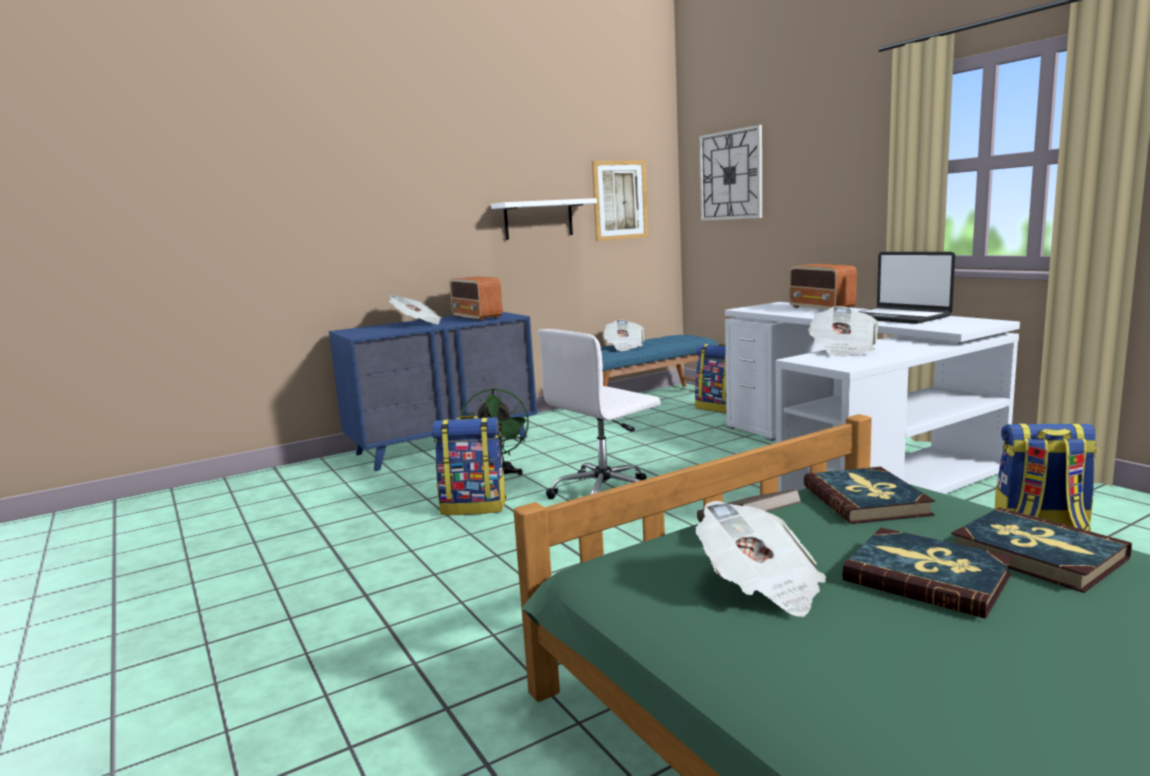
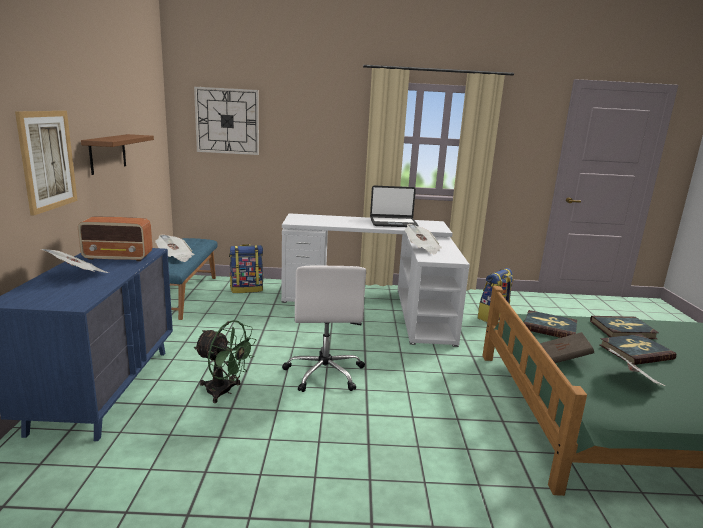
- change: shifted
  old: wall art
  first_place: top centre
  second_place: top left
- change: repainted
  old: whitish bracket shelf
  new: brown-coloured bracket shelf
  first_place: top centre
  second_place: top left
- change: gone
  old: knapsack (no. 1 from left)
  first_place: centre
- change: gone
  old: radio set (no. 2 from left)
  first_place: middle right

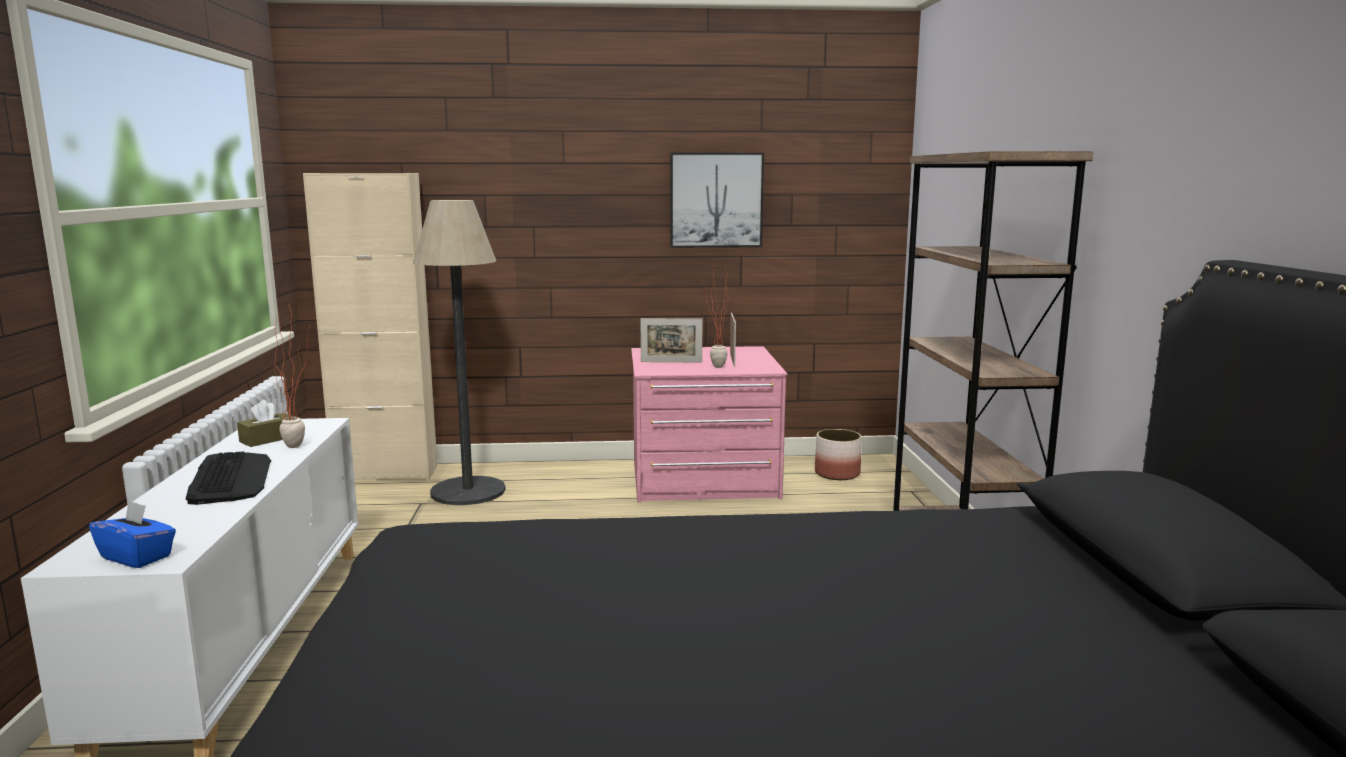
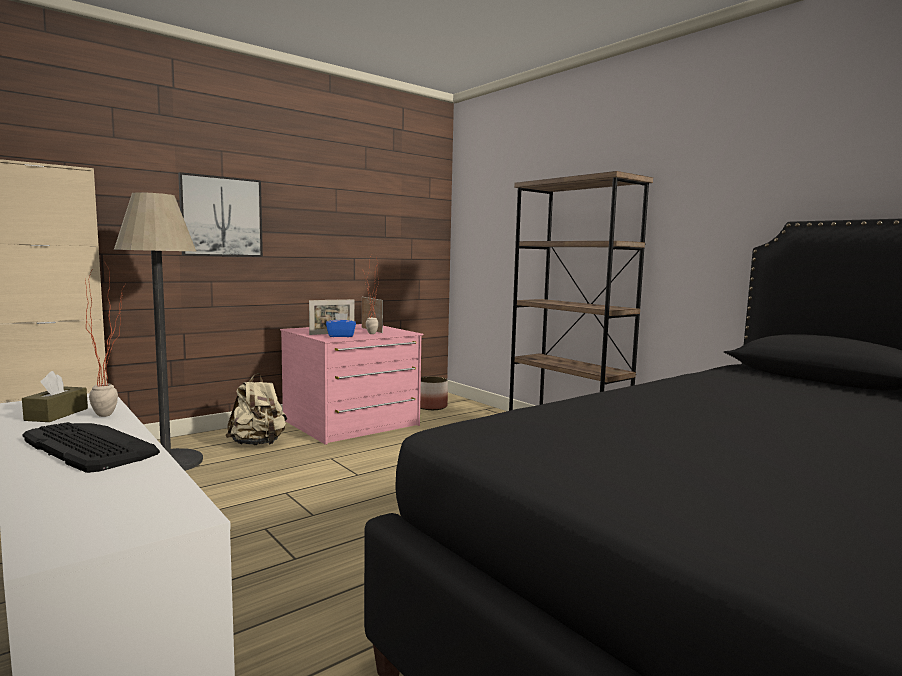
- change: shifted
  old: wall art
  first_place: top centre
  second_place: top left
- change: new
  new: beige-coloured knapsack
  second_place: middle left
- change: shifted
  old: bluish tissue holder
  first_place: bottom left
  second_place: centre

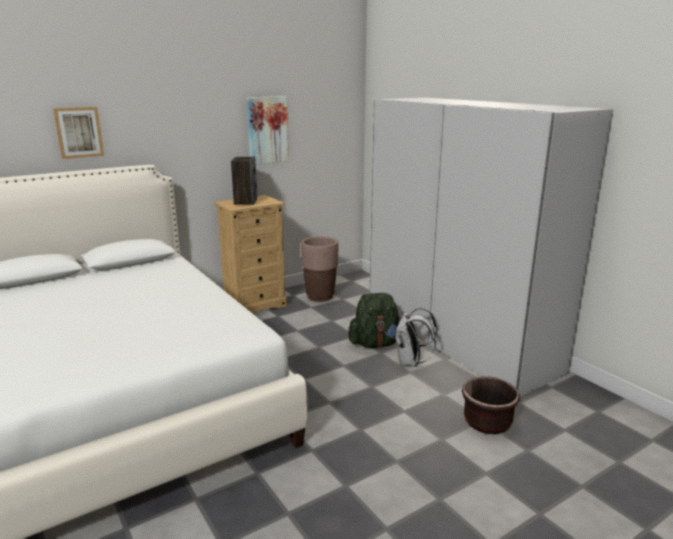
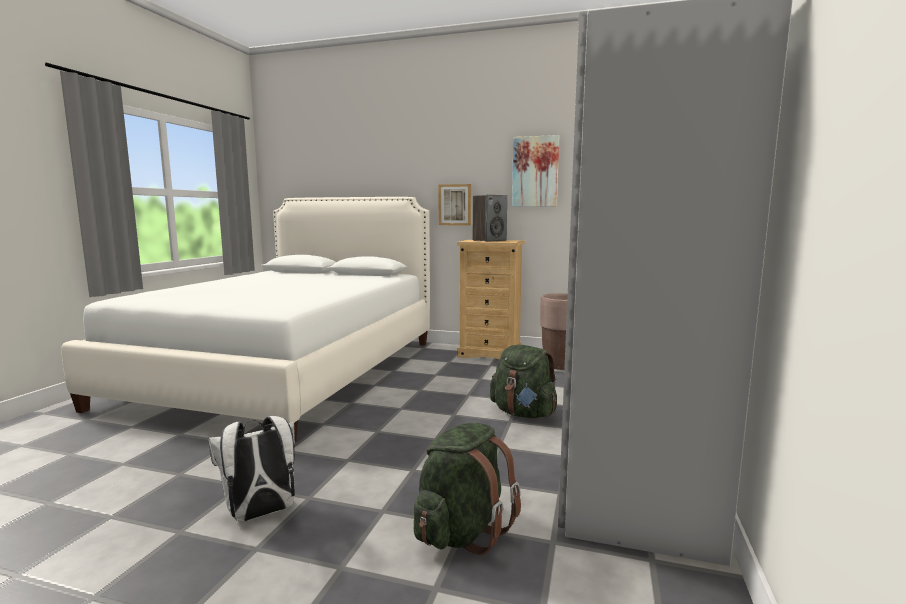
- change: shifted
  old: whitish knapsack
  first_place: centre
  second_place: bottom left
- change: swapped
  old: brown-coloured plant pot (no. 2 from left)
  new: green knapsack (no. 1 from left)
  first_place: bottom right
  second_place: bottom centre
- change: shifted
  old: wall art (no. 1 from left)
  first_place: top left
  second_place: centre

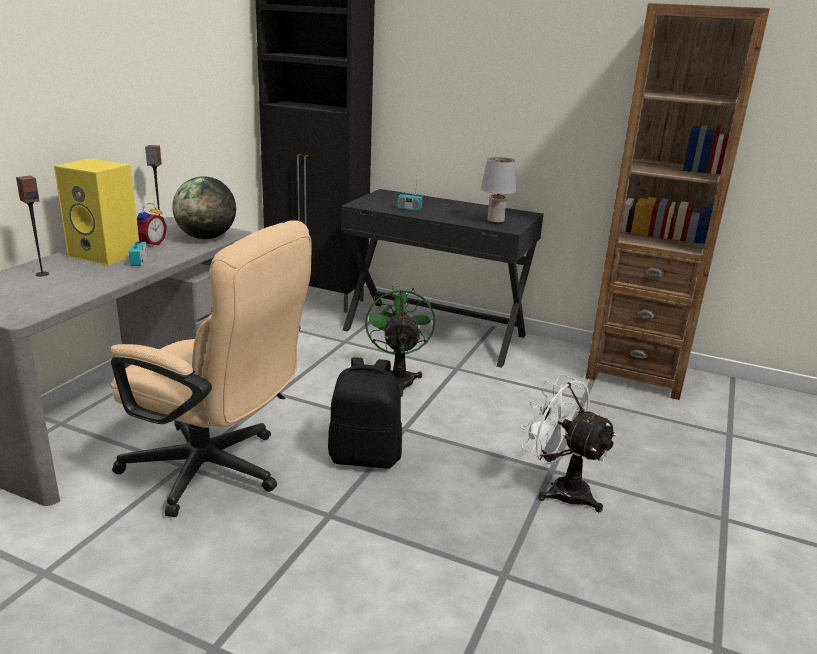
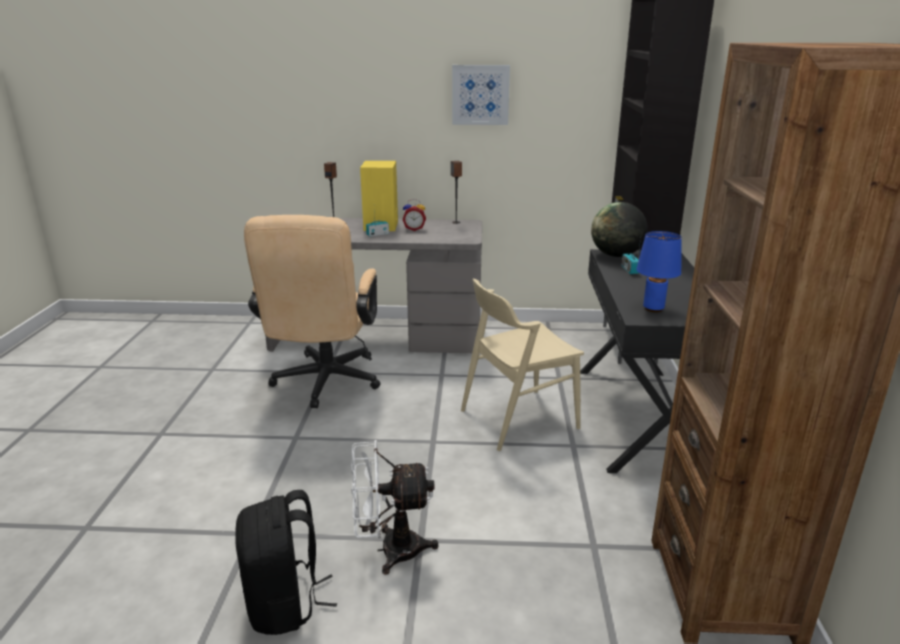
- change: shifted
  old: black knapsack
  first_place: centre
  second_place: bottom left
- change: rotated
  old: whitish cooling fan
  first_place: bottom right
  second_place: bottom centre
  degrees: -120
- change: new
  new: wall art
  second_place: top centre
- change: swapped
  old: green cooling fan
  new: beige-coloured upright chair
  first_place: centre
  second_place: centre
- change: shifted
  old: world globe
  first_place: top left
  second_place: middle right
- change: repainted
  old: greyish table lamp
  new: bluish table lamp
  first_place: top centre
  second_place: middle right

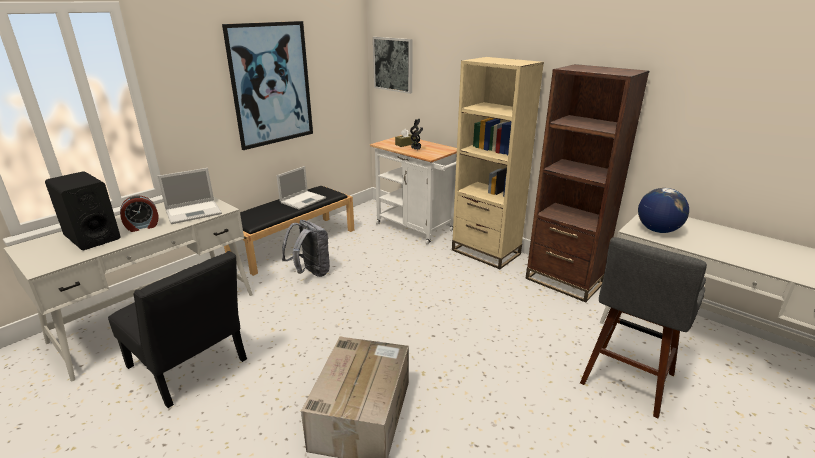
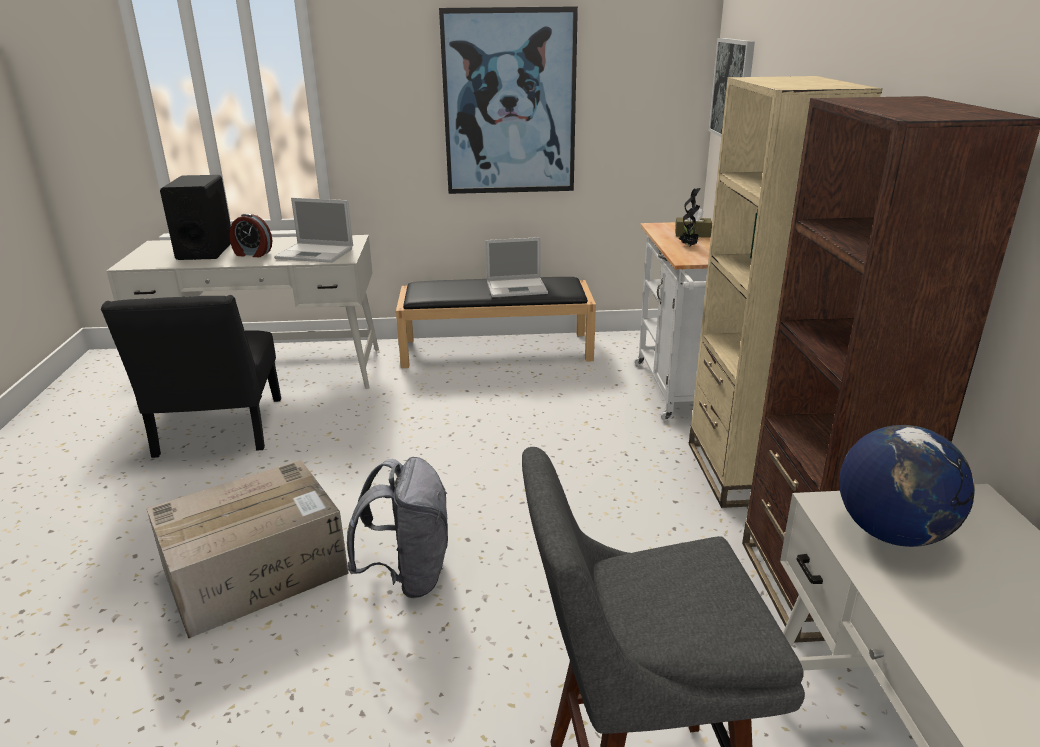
- change: shifted
  old: greyish knapsack
  first_place: centre
  second_place: bottom centre

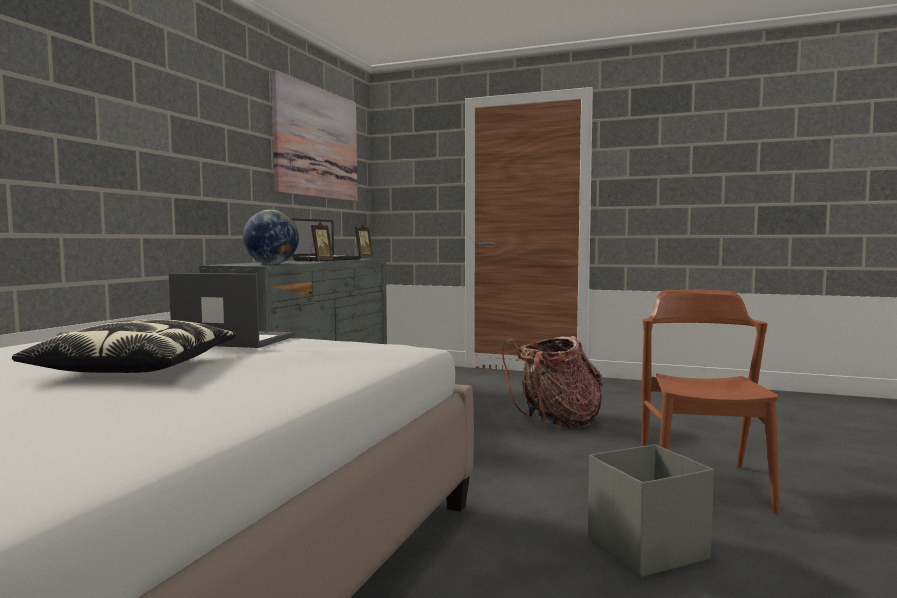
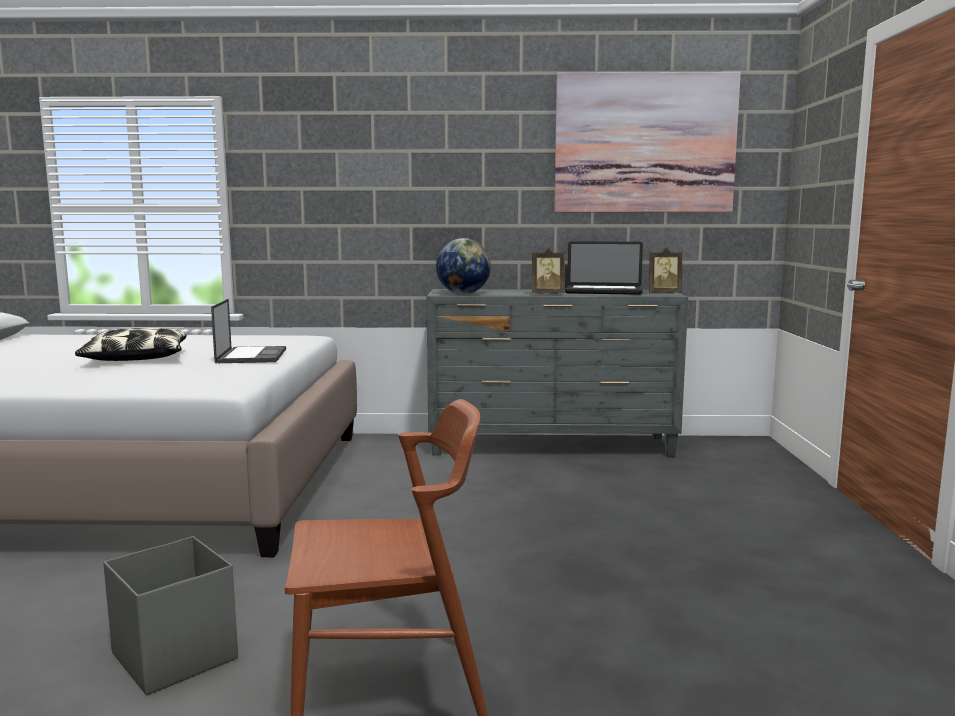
- change: gone
  old: knapsack
  first_place: centre

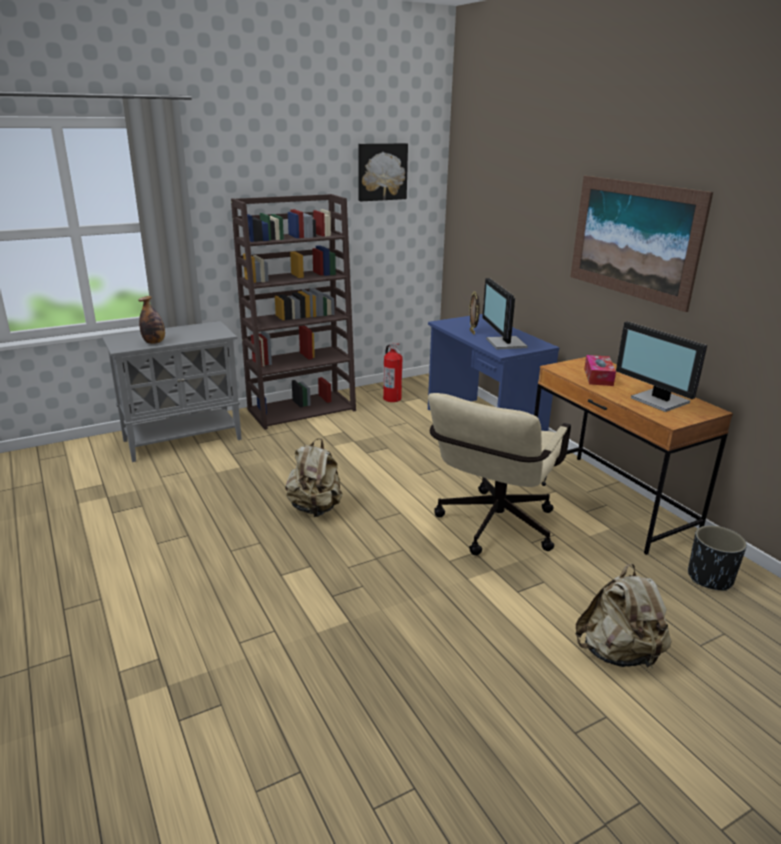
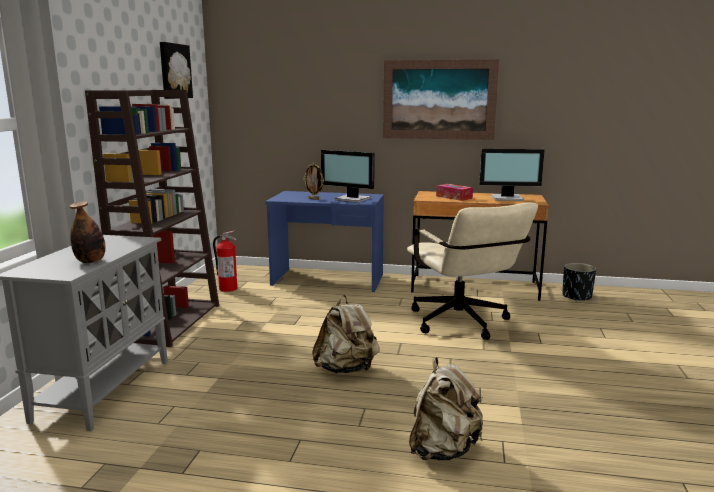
- change: shifted
  old: beige-coloured knapsack (no. 2 from left)
  first_place: bottom right
  second_place: bottom centre

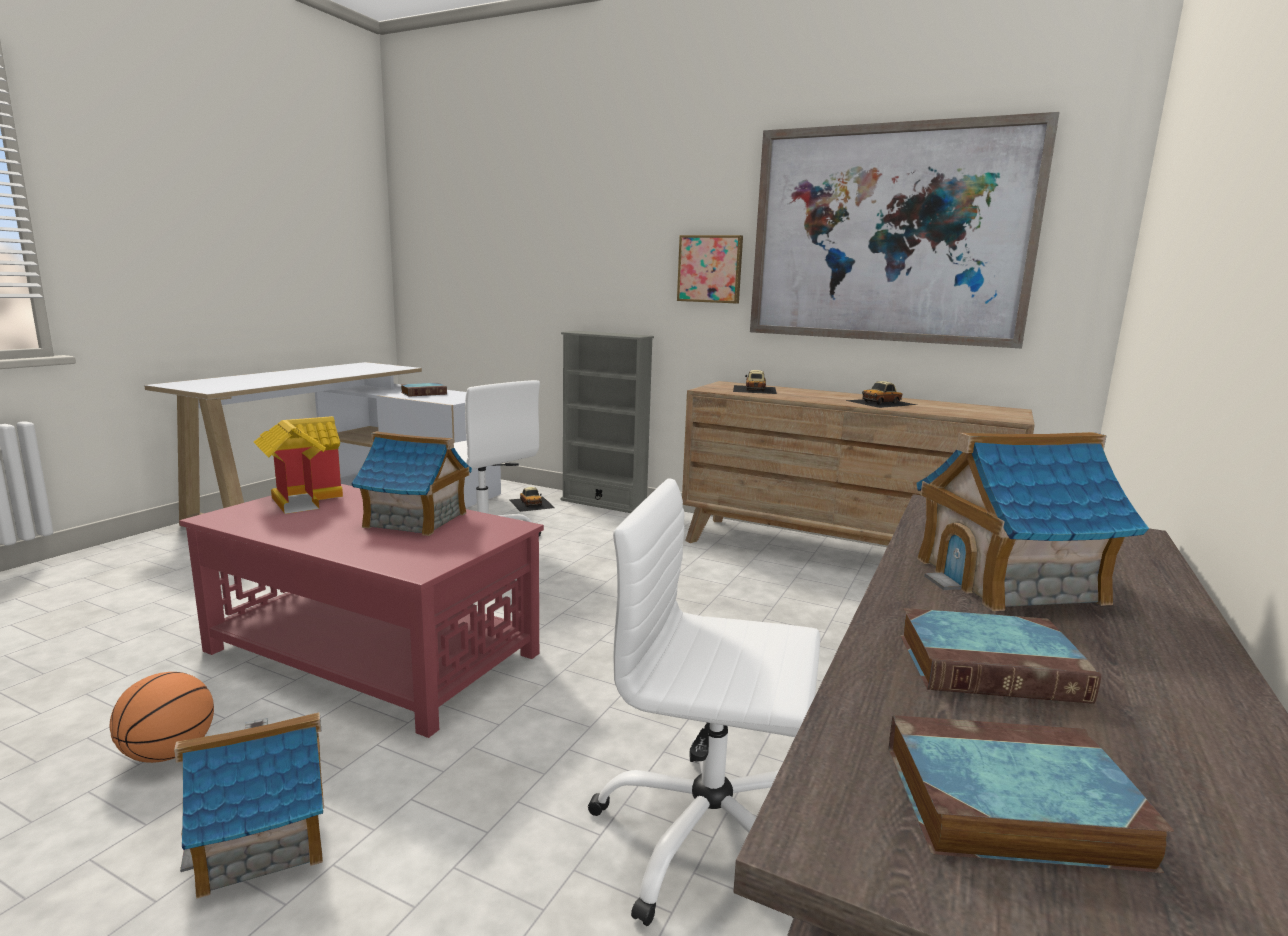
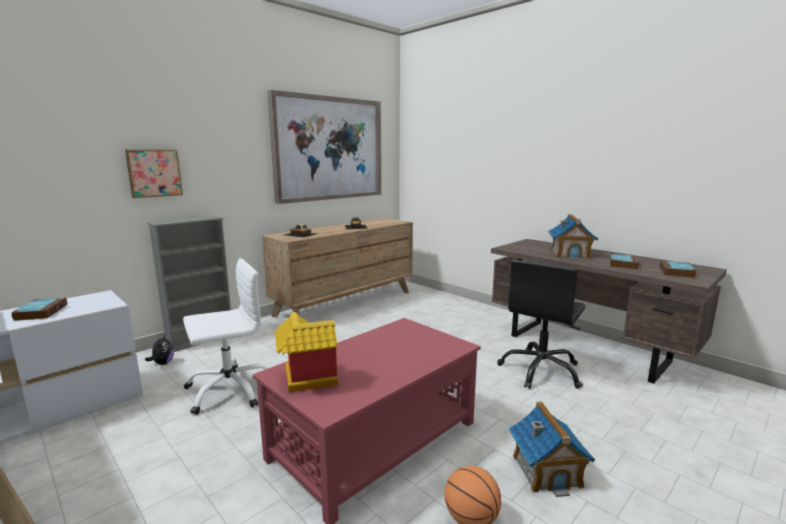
- change: shifted
  old: wall art (no. 1 from left)
  first_place: top centre
  second_place: top left
- change: swapped
  old: miniature car (no. 1 from left)
  new: cuddly toy
  first_place: centre
  second_place: middle left
- change: repainted
  old: whitish office chair (no. 2 from left)
  new: black office chair
  first_place: bottom centre
  second_place: middle right
- change: gone
  old: miniature house (no. 3 from left)
  first_place: middle left

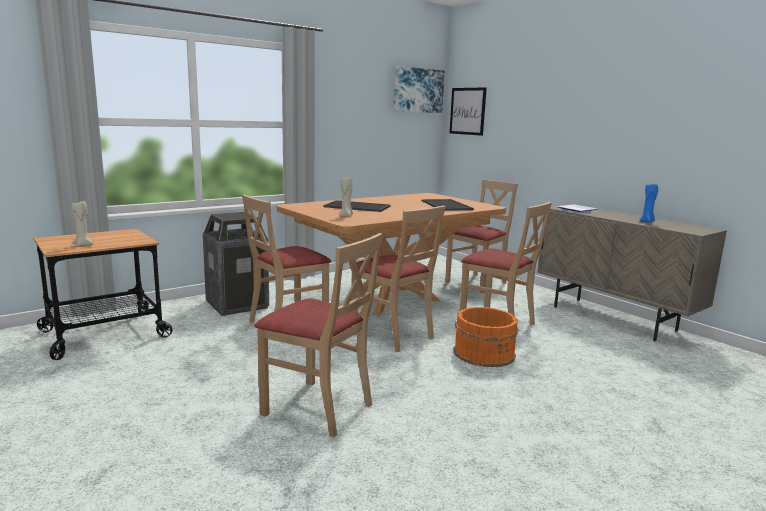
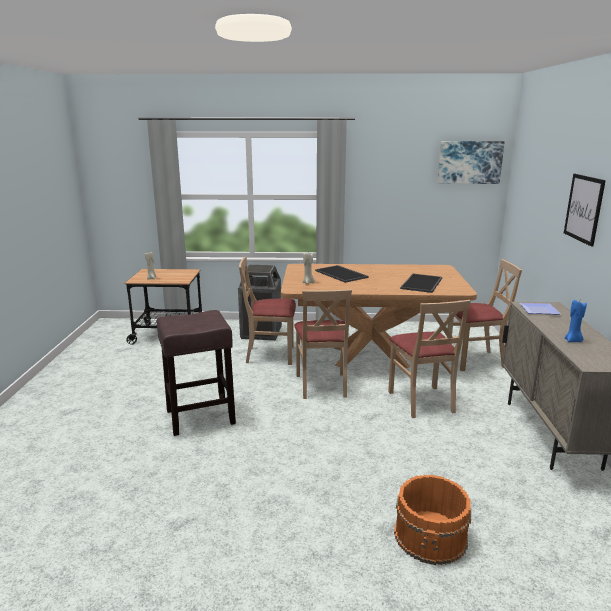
- change: swapped
  old: beige-coloured upright chair (no. 2 from left)
  new: brown-coloured stool seat
  first_place: centre
  second_place: middle left
- change: shifted
  old: orangey bucket
  first_place: centre
  second_place: bottom right
- change: shifted
  old: wall art (no. 2 from left)
  first_place: top centre
  second_place: middle right

